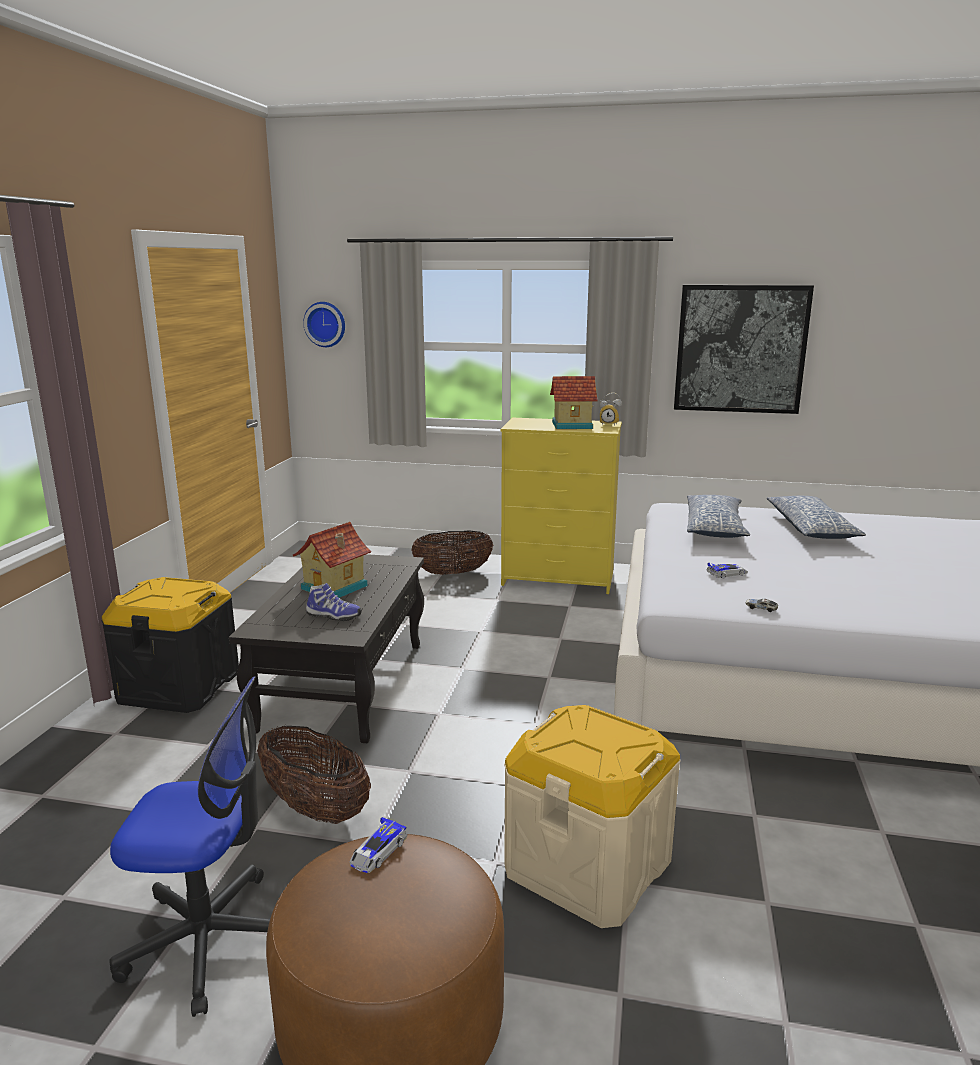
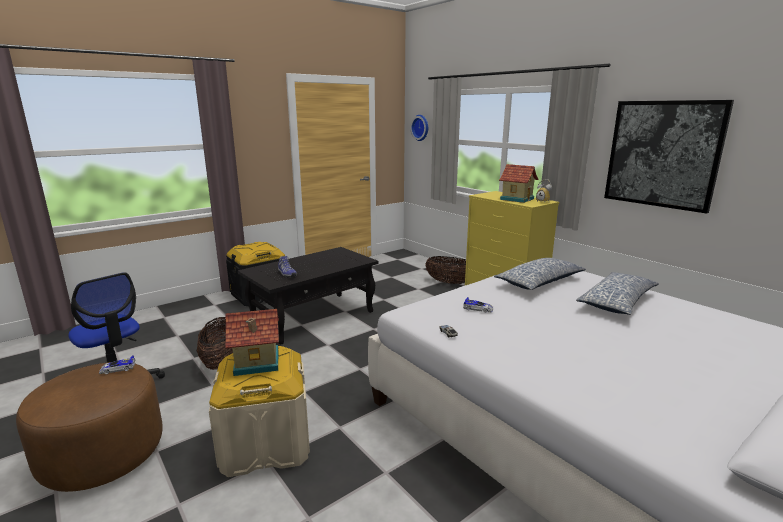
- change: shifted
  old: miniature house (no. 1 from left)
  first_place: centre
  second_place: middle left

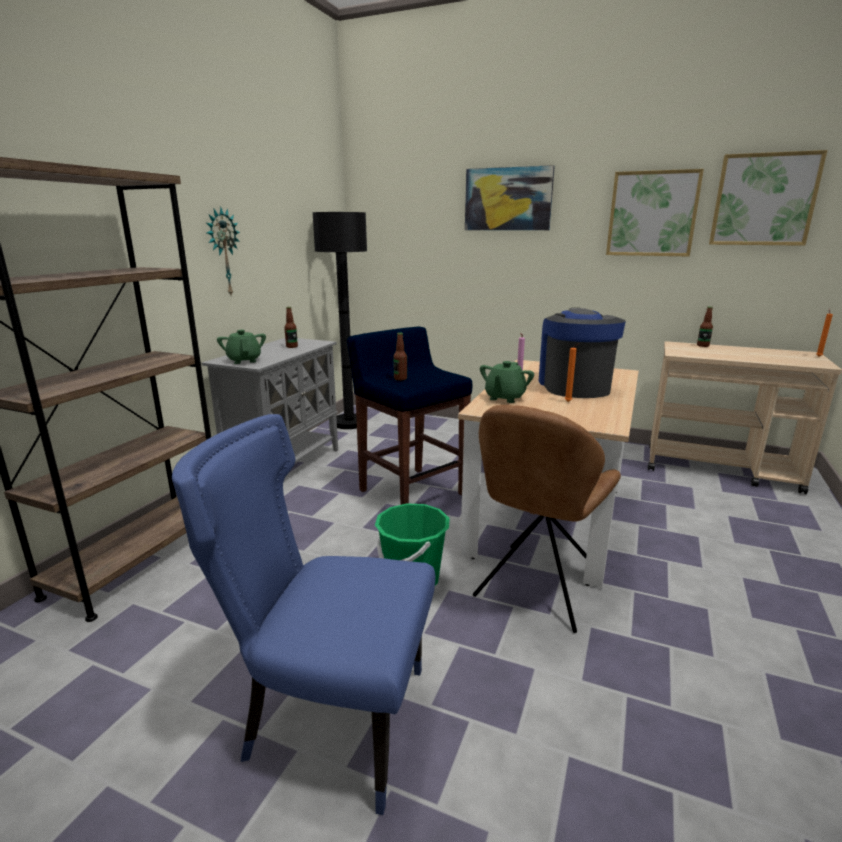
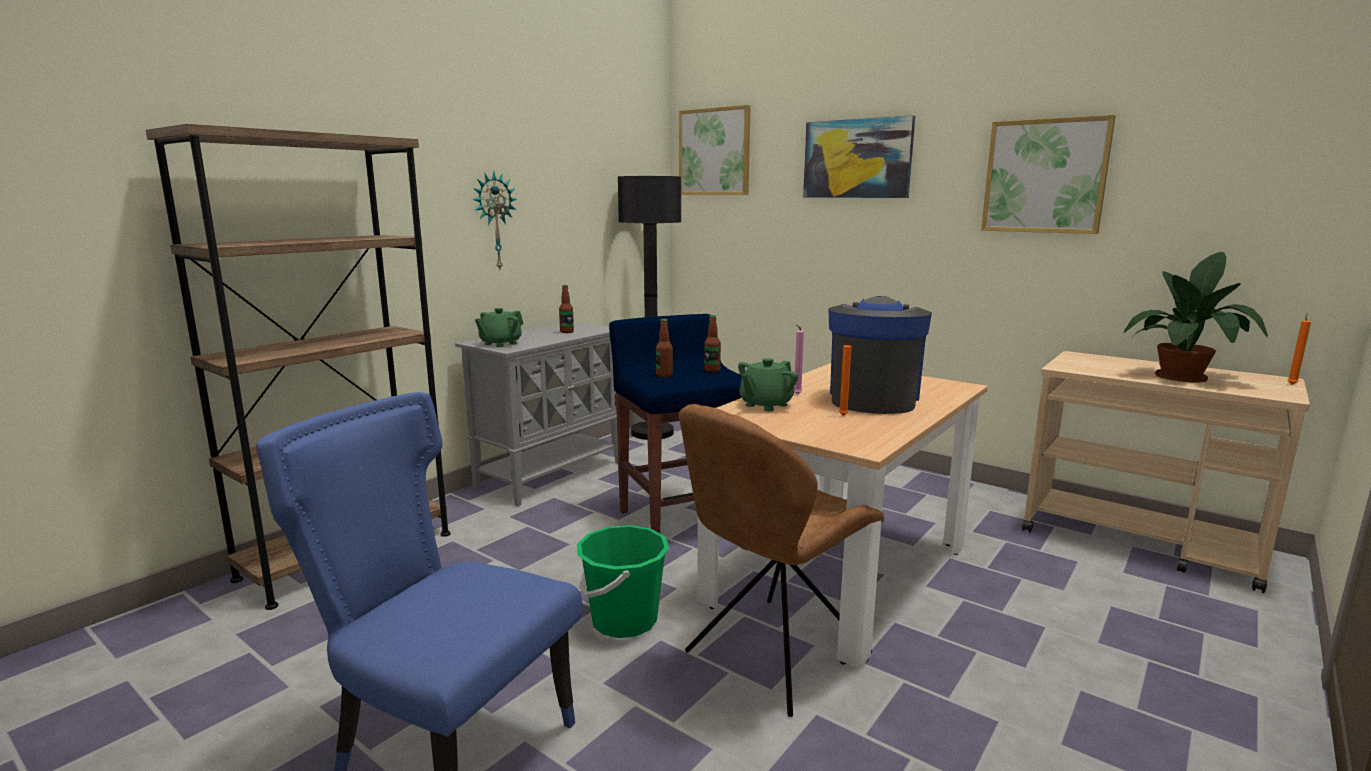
- change: rotated
  old: green pot for tea (no. 1 from left)
  first_place: middle left
  second_place: centre
  degrees: -135
- change: shifted
  old: wall art (no. 3 from left in the first image)
  new: wall art (no. 1 from left)
  first_place: top right
  second_place: top centre
- change: shifted
  old: bottle (no. 3 from left)
  first_place: middle right
  second_place: centre
- change: new
  new: plant in a pot
  second_place: middle right

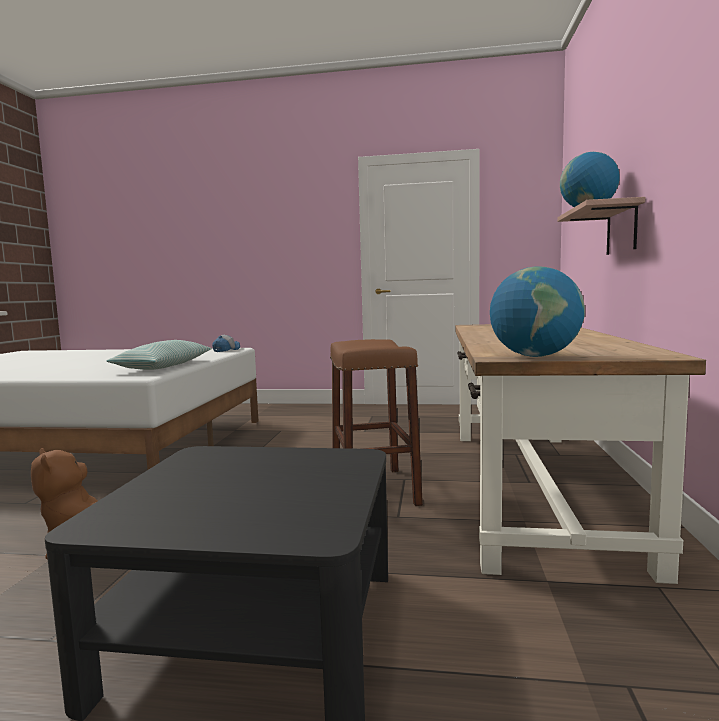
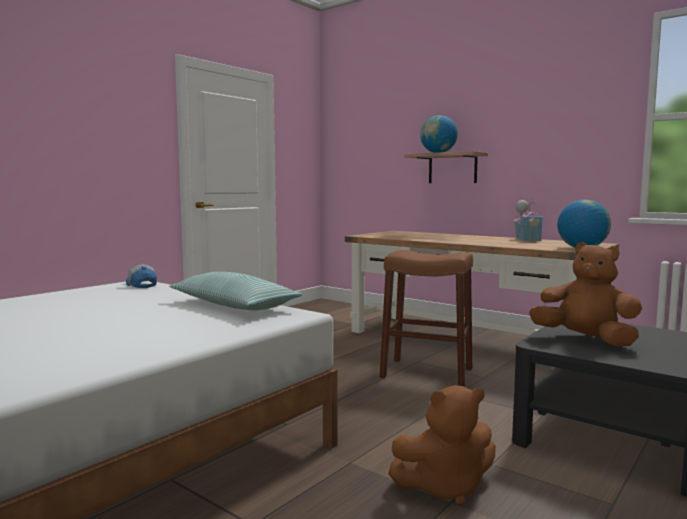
- change: new
  new: miniature house
  second_place: middle right
- change: new
  new: brown-coloured cuddly toy (no. 2 from left)
  second_place: middle right

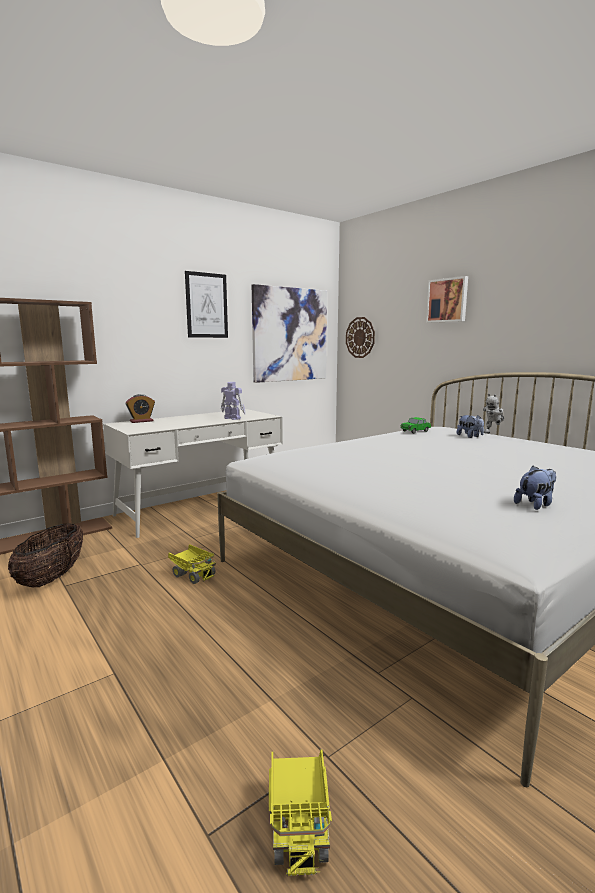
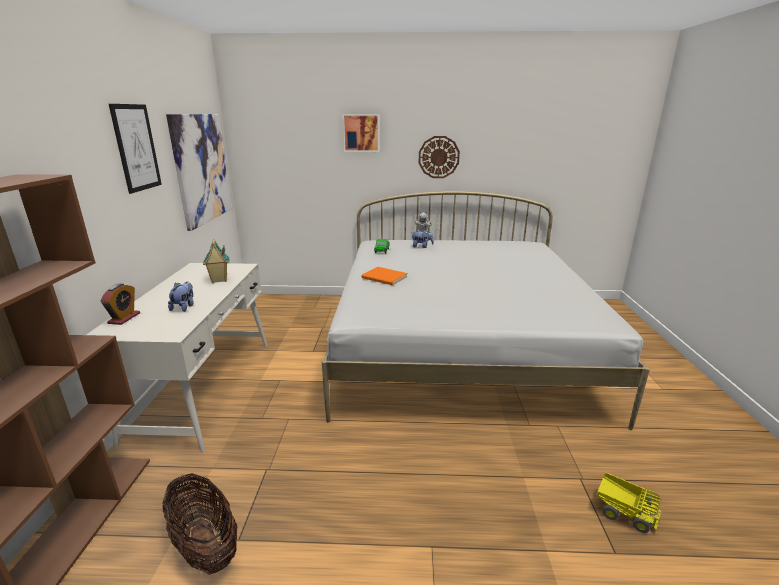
- change: shifted
  old: cuddly toy (no. 2 from left in the first image)
  new: cuddly toy (no. 1 from left)
  first_place: middle right
  second_place: middle left
- change: swapped
  old: robot figure (no. 1 from left)
  new: miniature house
  first_place: centre
  second_place: middle left
- change: new
  new: orangey bound book
  second_place: centre
- change: shifted
  old: clock on the wall
  first_place: centre
  second_place: top centre
- change: gone
  old: toy truck (no. 1 from left)
  first_place: middle left

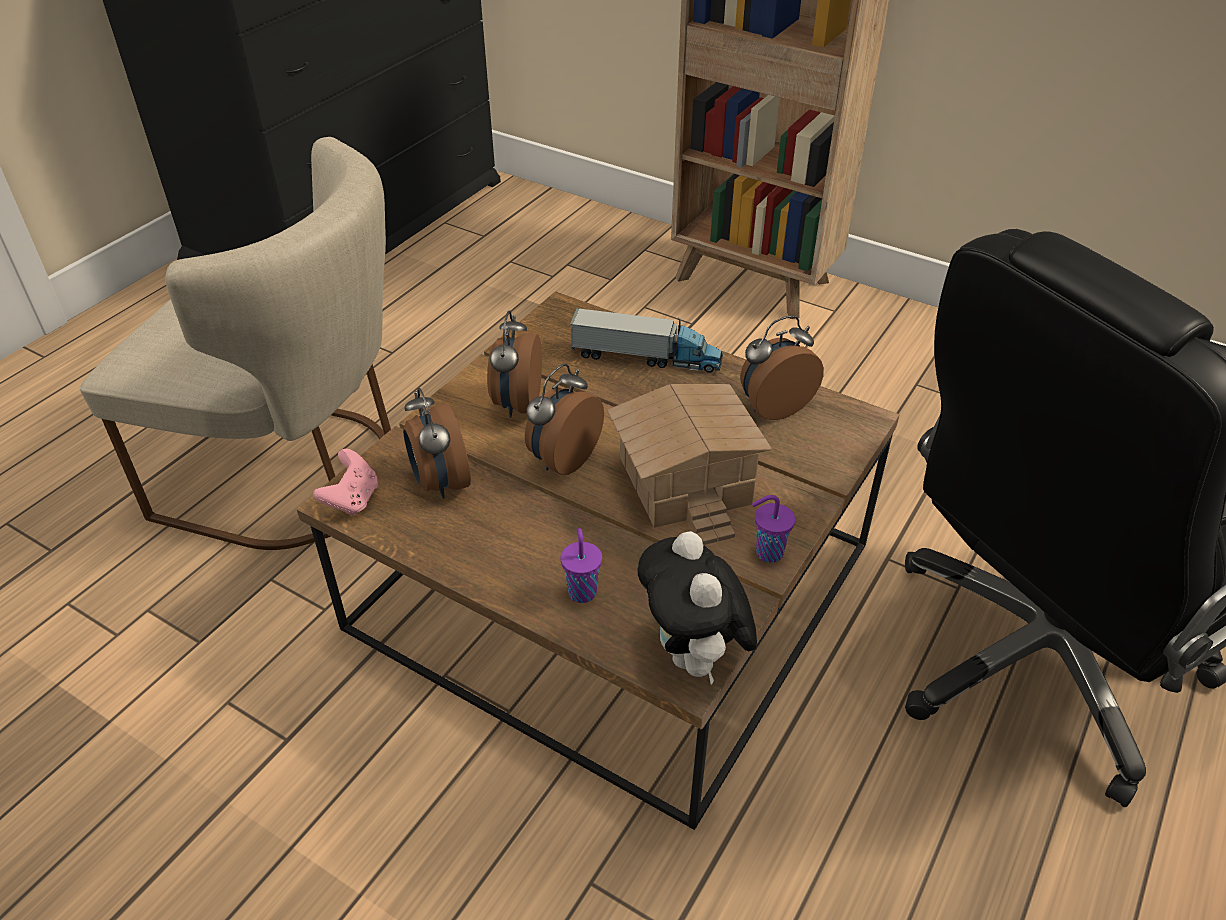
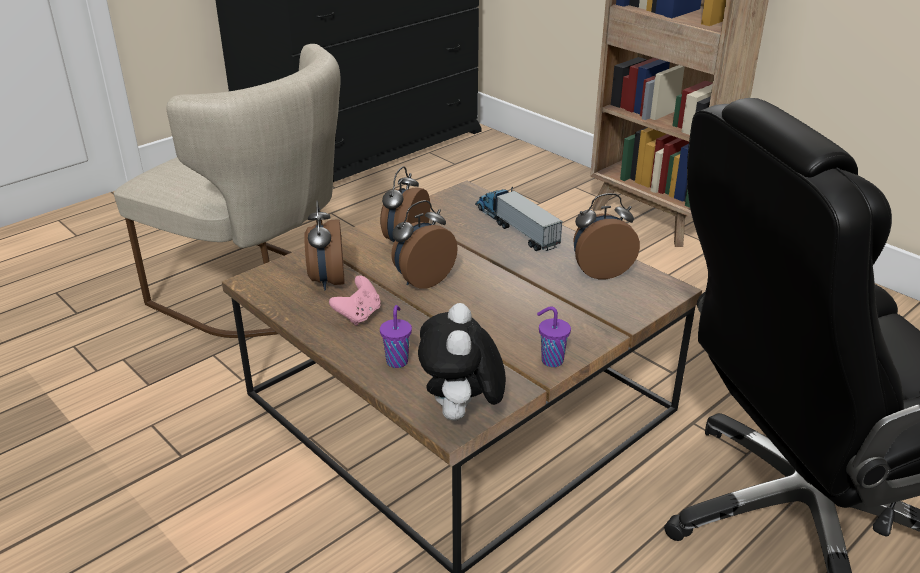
- change: shifted
  old: pinkish joypad
  first_place: middle left
  second_place: centre
- change: rotated
  old: toy truck
  first_place: centre
  second_place: centre
  degrees: -150
- change: gone
  old: miniature house
  first_place: centre

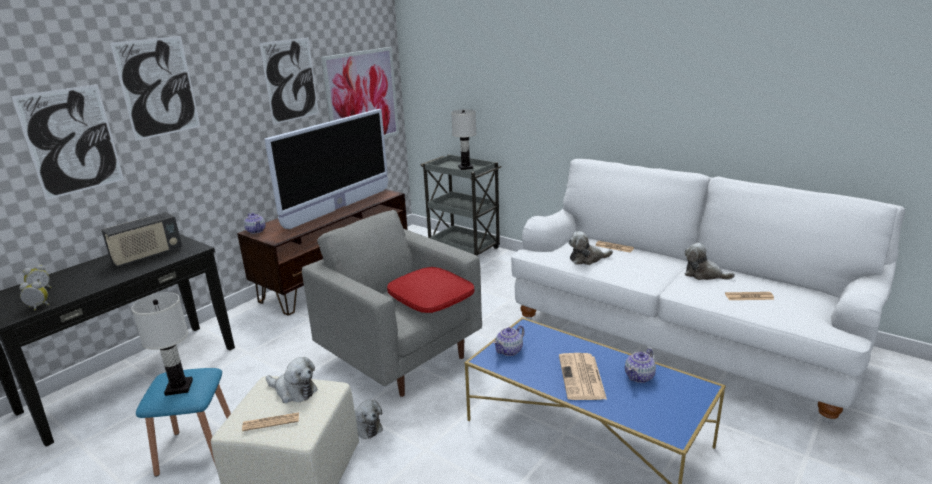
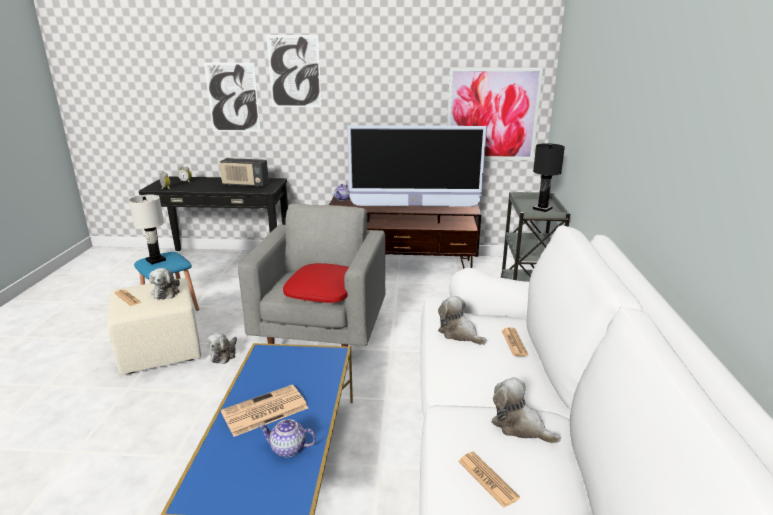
- change: rotated
  old: cuddly toy (no. 4 from left)
  first_place: middle right
  second_place: bottom right
  degrees: -45
- change: repainted
  old: whitish table lamp (no. 2 from left)
  new: black table lamp
  first_place: top centre
  second_place: middle right
- change: gone
  old: wall art (no. 3 from left)
  first_place: top left
- change: gone
  old: pot for tea (no. 2 from left)
  first_place: bottom centre

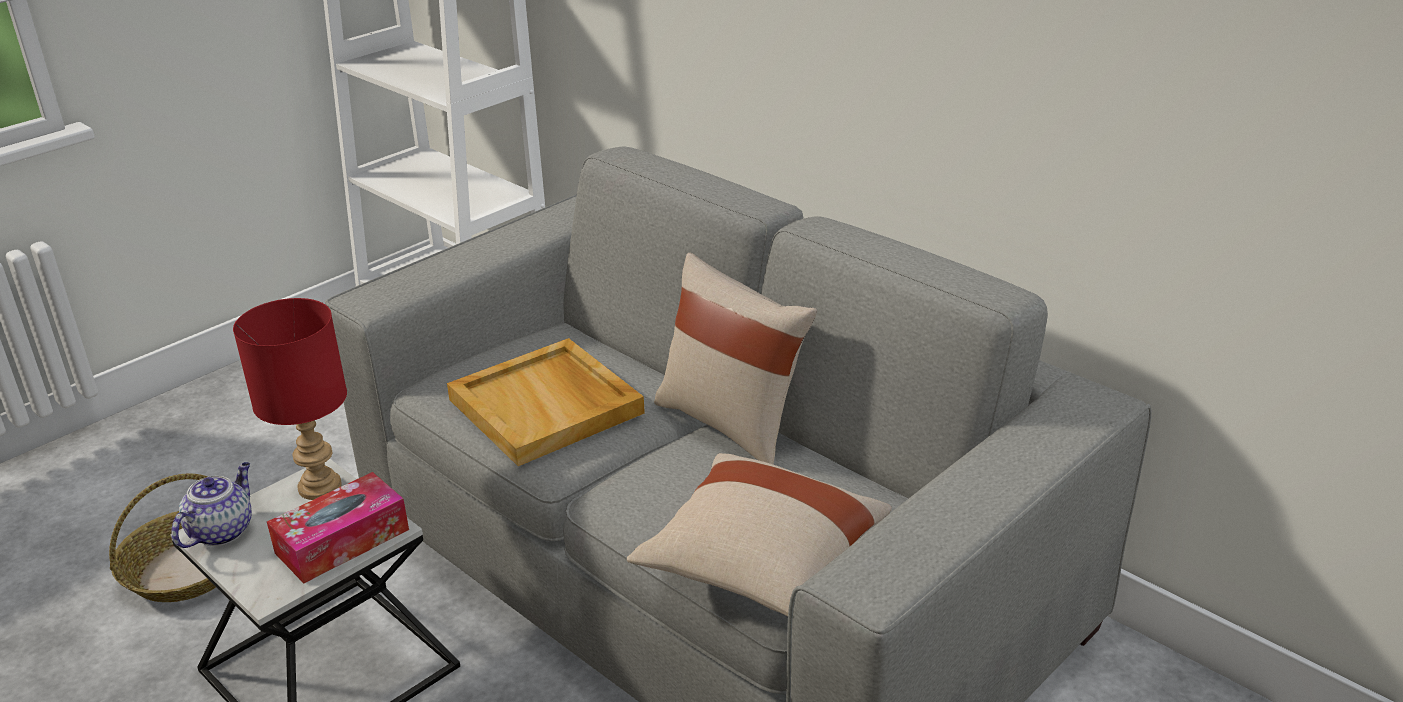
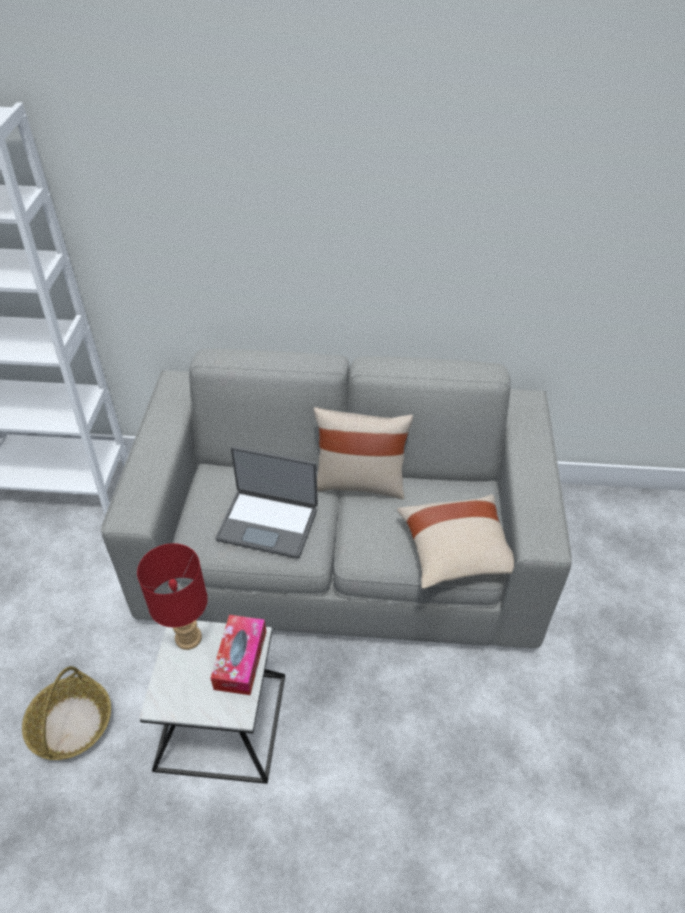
- change: swapped
  old: beige-coloured tray
  new: notebook computer
  first_place: centre
  second_place: centre
- change: gone
  old: pot for tea
  first_place: bottom left

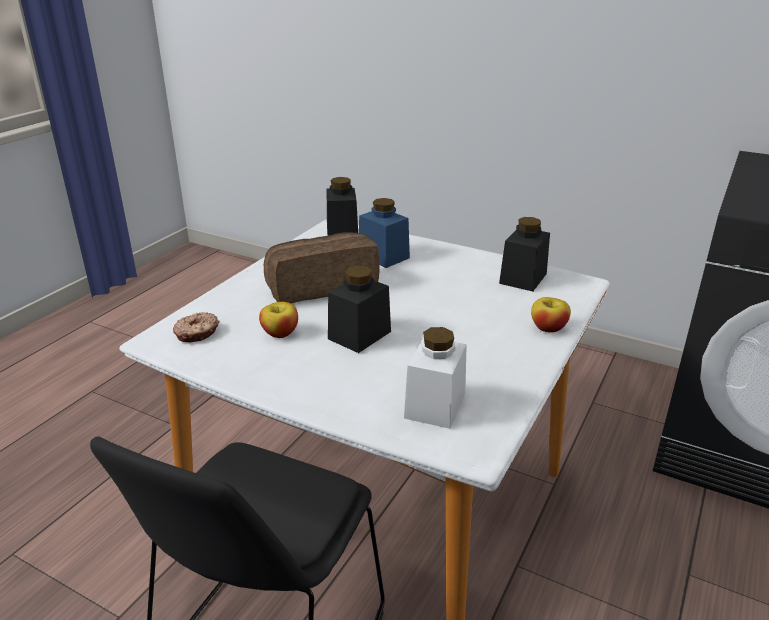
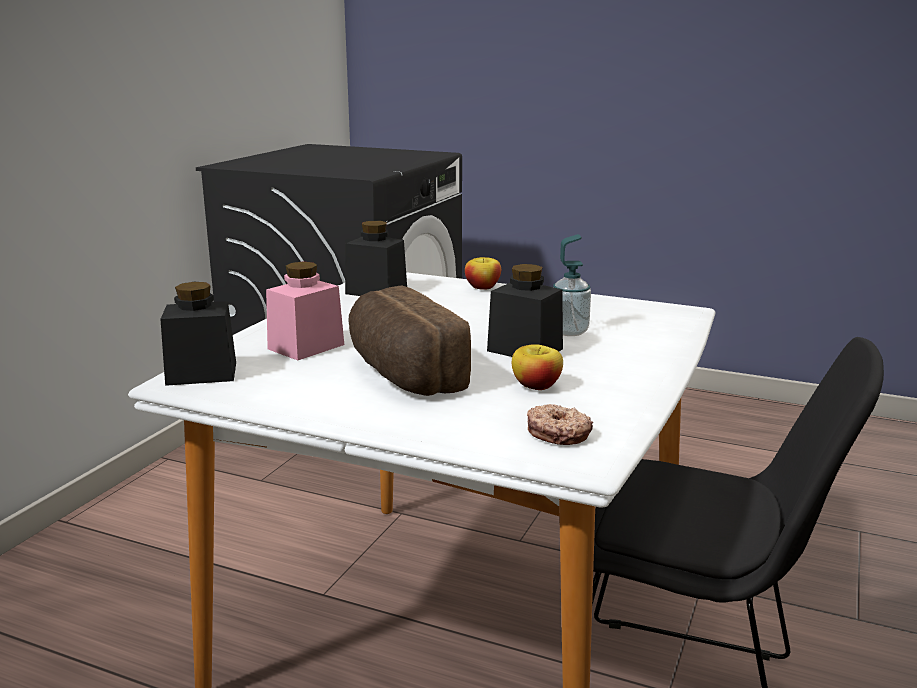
- change: repainted
  old: bluish storage jar
  new: pinkish storage jar
  first_place: centre
  second_place: middle left
- change: new
  new: liquid soap bottle
  second_place: centre
- change: gone
  old: whitish storage jar
  first_place: centre

